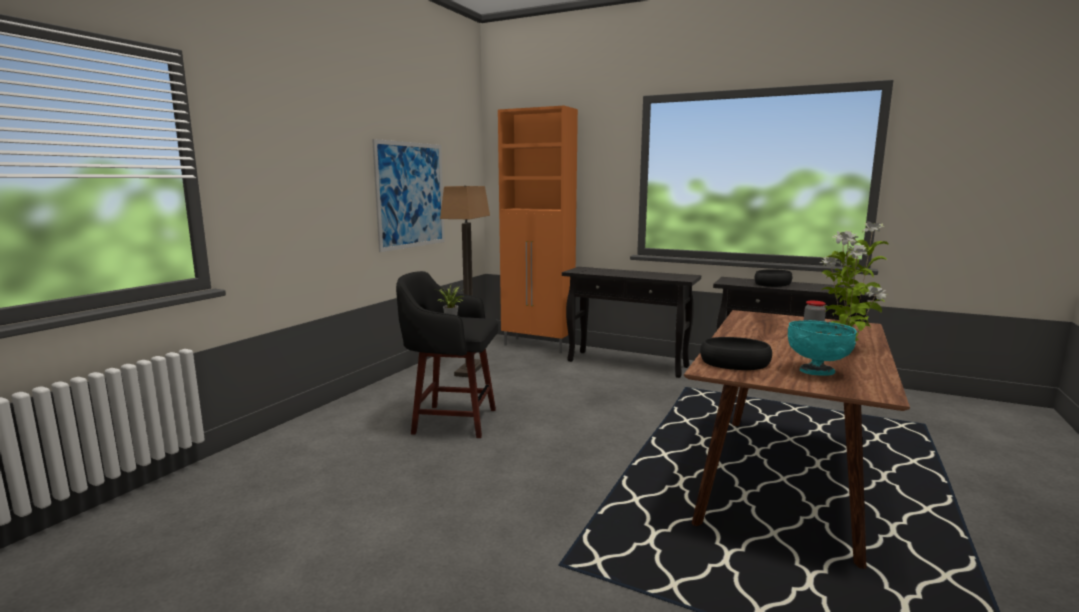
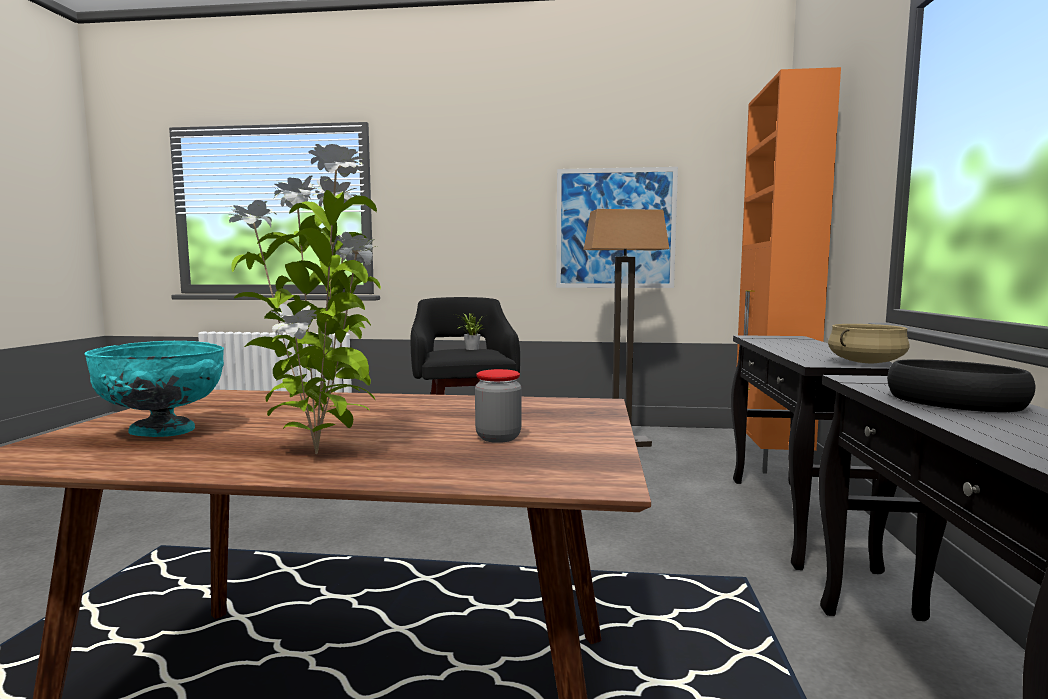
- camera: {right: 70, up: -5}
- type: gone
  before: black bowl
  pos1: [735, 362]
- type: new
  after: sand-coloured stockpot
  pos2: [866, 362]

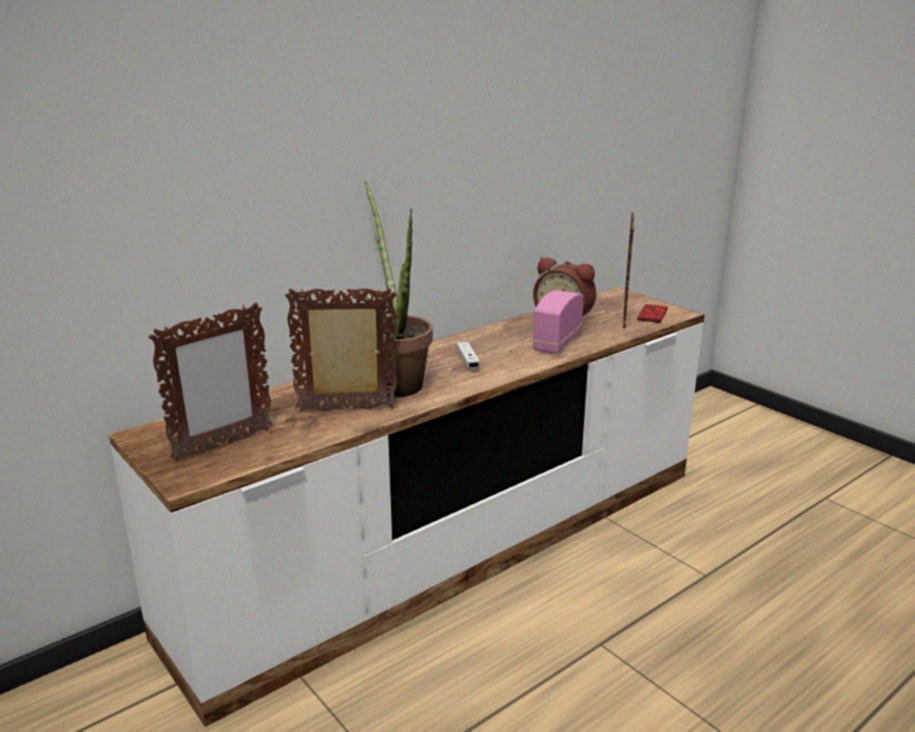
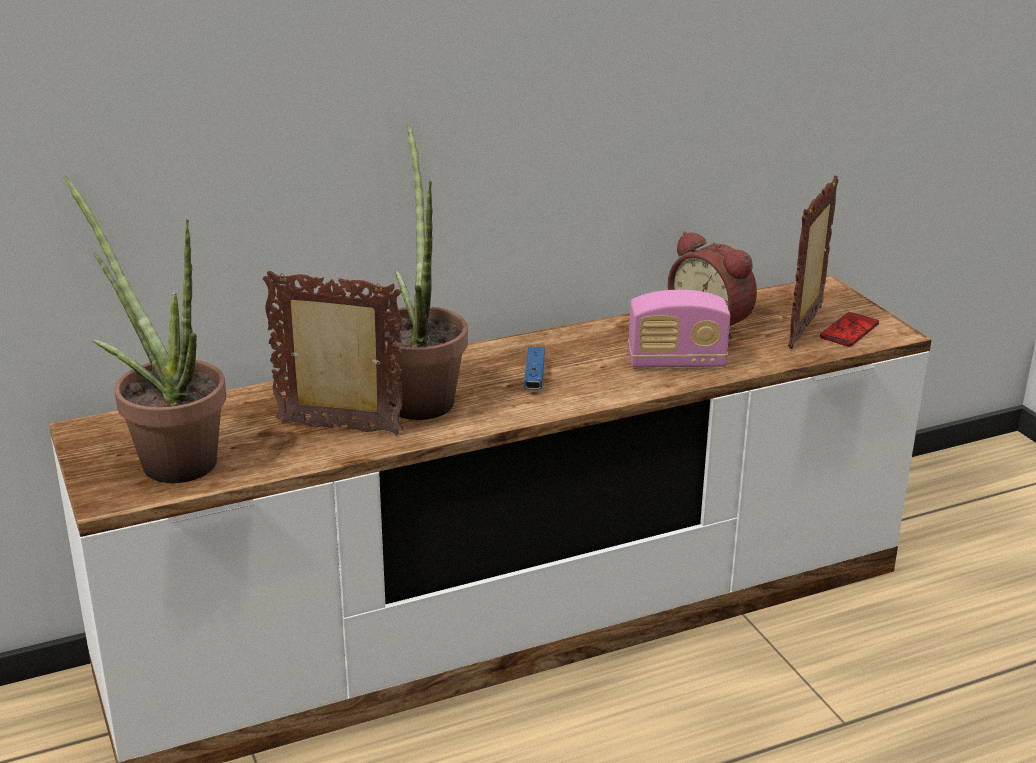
- camera: {right: 15, up: 5}
- type: swapped
  before: photo frame
  after: potted plant
  pos1: [223, 445]
  pos2: [169, 458]
- type: repainted
  before: white joypad
  after: bluish joypad
  pos1: [467, 361]
  pos2: [534, 376]
- type: rotated
  before: radio receiver
  pos1: [557, 343]
  pos2: [676, 362]
  turn: -135

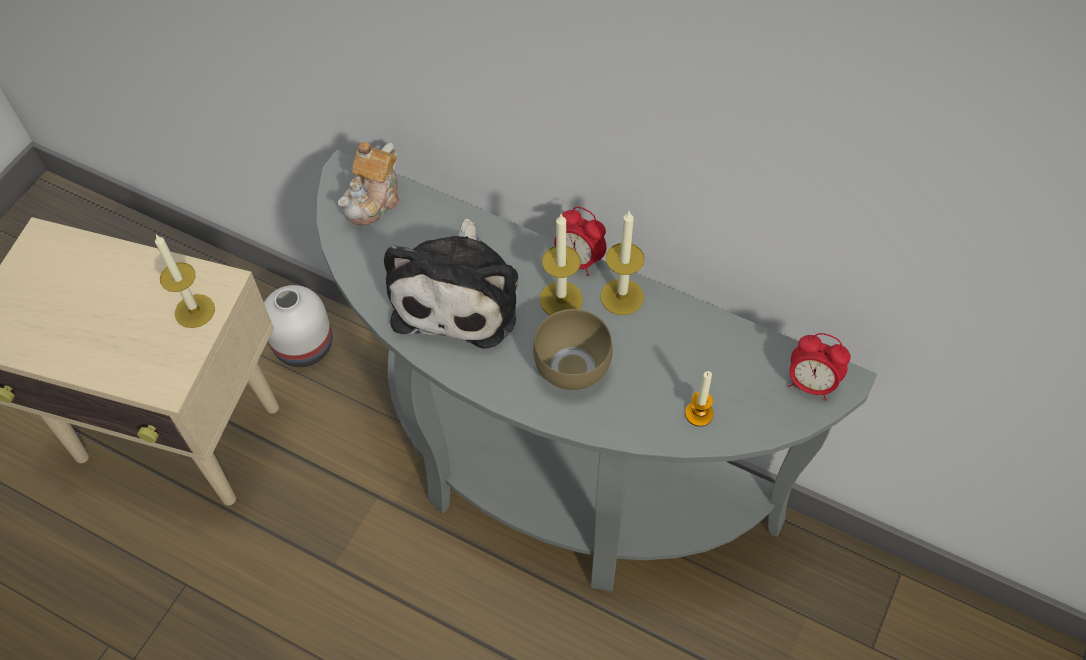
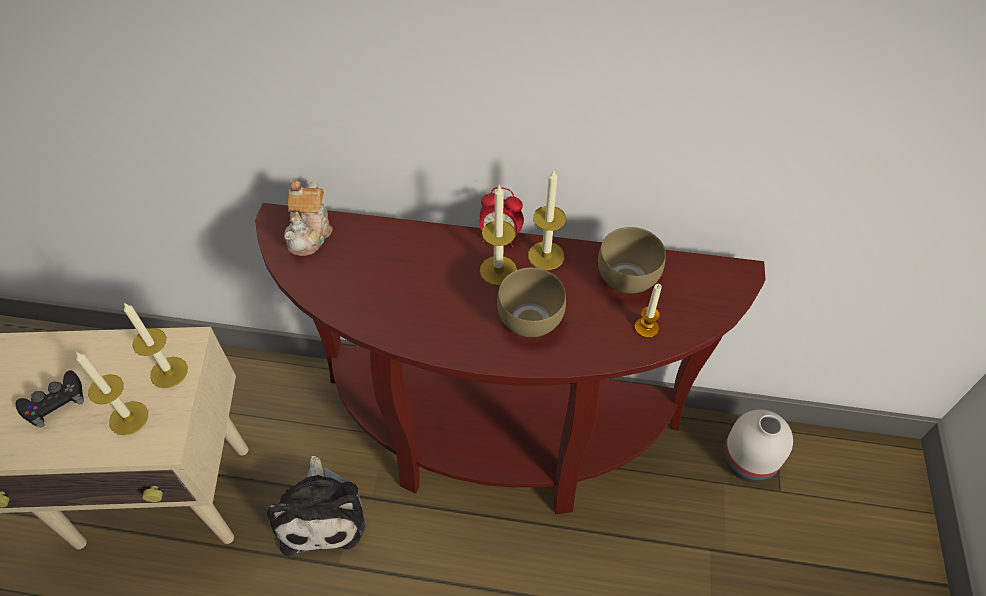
- camera: {right: -20, up: -5}
- type: gone
  before: table clock
  pos1: [811, 384]
- type: new
  after: black joypad
  pos2: [55, 402]
- type: new
  after: candle
  pos2: [129, 418]
- type: new
  after: brown-coloured bowl
  pos2: [626, 281]
- type: shifted
  before: white flower vase
  pos1: [305, 347]
  pos2: [749, 461]
- type: shifted
  before: cuddly toy
  pos1: [459, 293]
  pos2: [322, 512]
- type: repainted
  before: grey hall table
  after: brown-coloured hall table
  pos1: [553, 480]
  pos2: [494, 439]

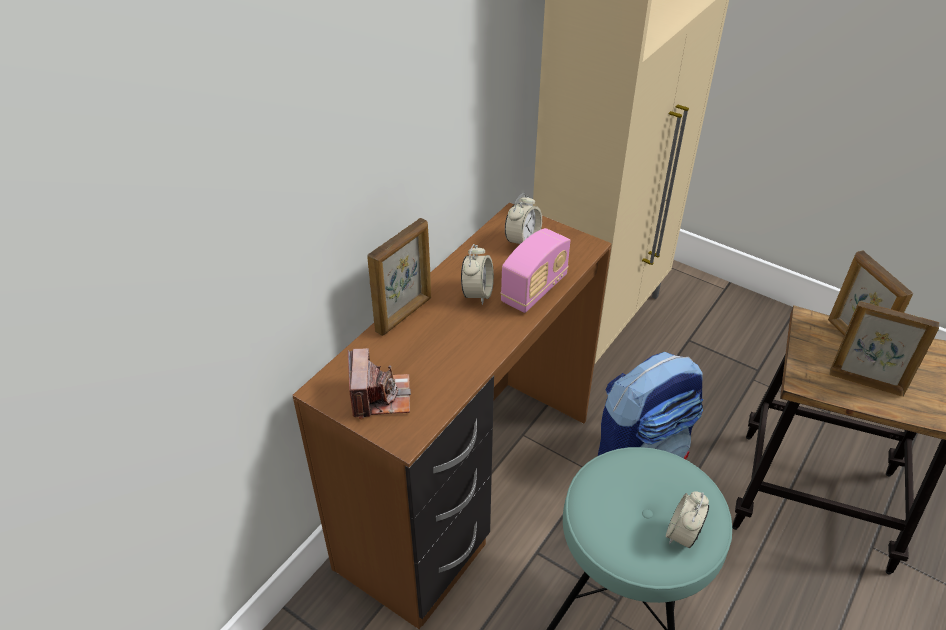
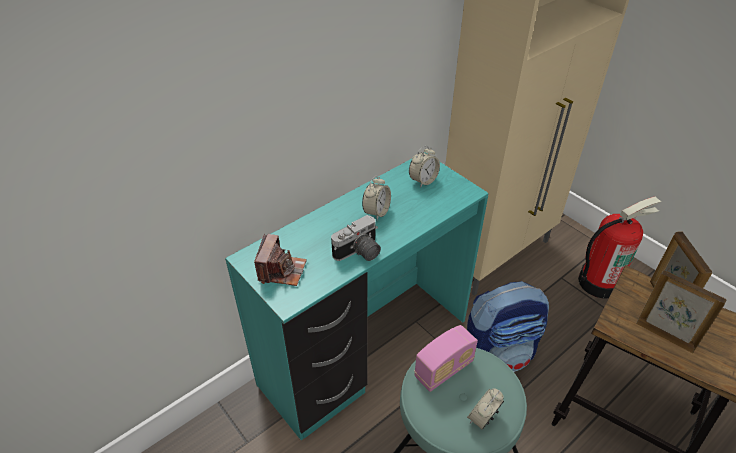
- camera: {right: 15, up: 0}
- type: gone
  before: photo frame
  pos1: [405, 314]
- type: new
  after: still camera
  pos2: [359, 253]
- type: new
  after: fire extinguisher
  pos2: [599, 282]
- type: shifted
  before: radio receiver
  pos1: [534, 290]
  pos2: [444, 369]
- type: repainted
  before: brown-coloured desk table
  after: blue-green desk table
  pos1: [471, 490]
  pos2: [367, 352]

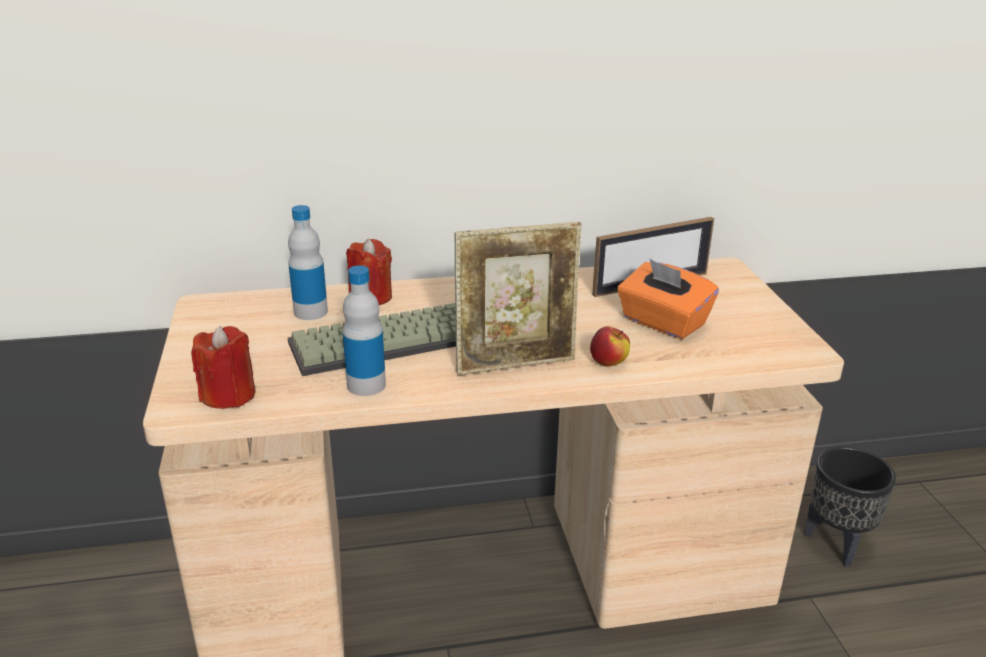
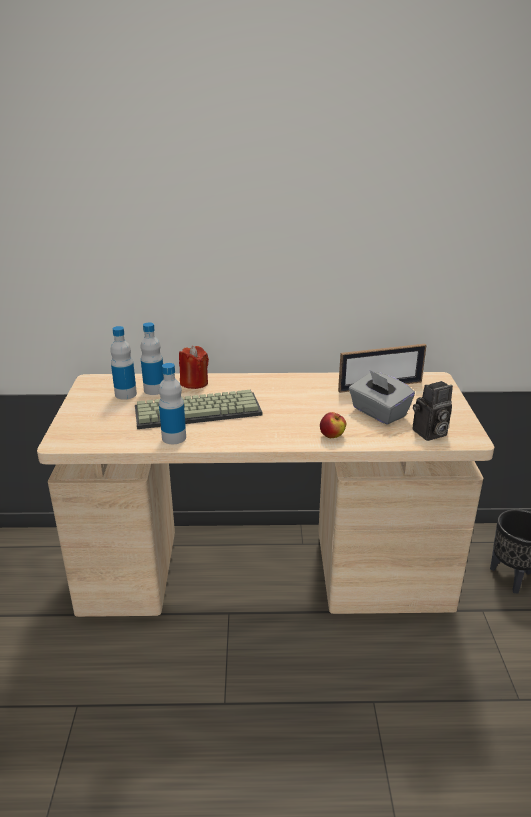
- camera: {right: 10, up: 0}
- type: gone
  before: reddish candle
  pos1: [228, 395]
- type: gone
  before: photo frame
  pos1: [516, 364]
- type: new
  after: beverage bottle
  pos2: [125, 394]
- type: new
  after: still camera
  pos2: [429, 434]
- type: repainted
  before: orange tissue box
  after: grey tissue box
  pos1: [662, 323]
  pos2: [378, 412]

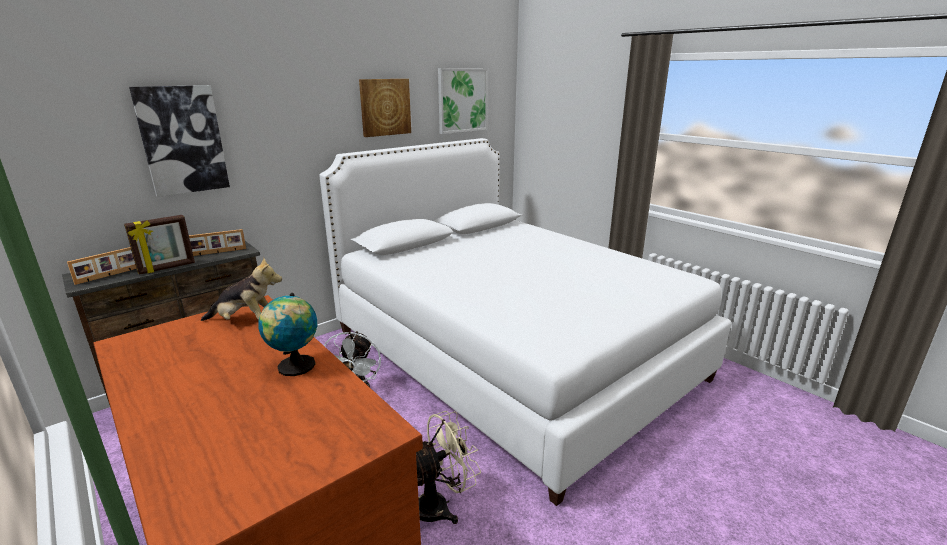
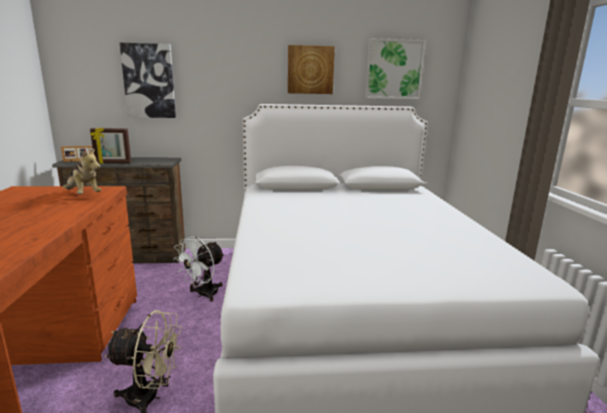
- camera: {right: 35, up: -5}
- type: gone
  before: photo frame
  pos1: [218, 252]
- type: gone
  before: world globe
  pos1: [295, 367]

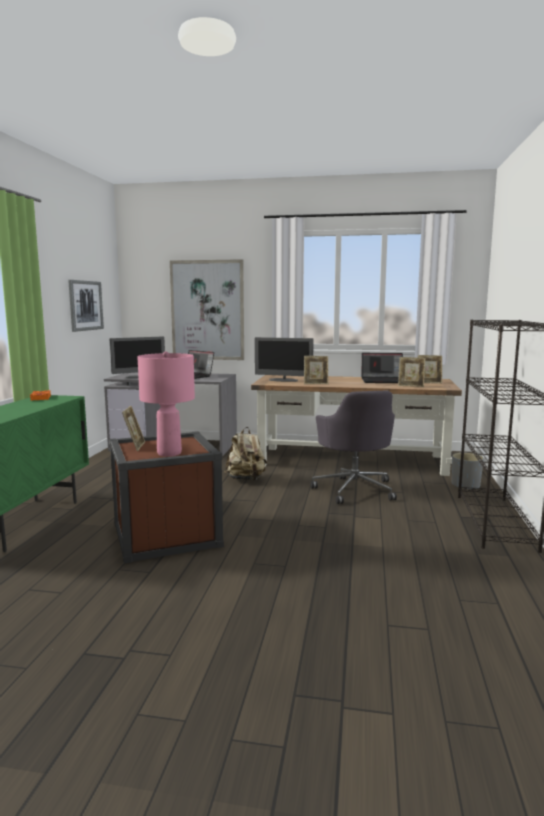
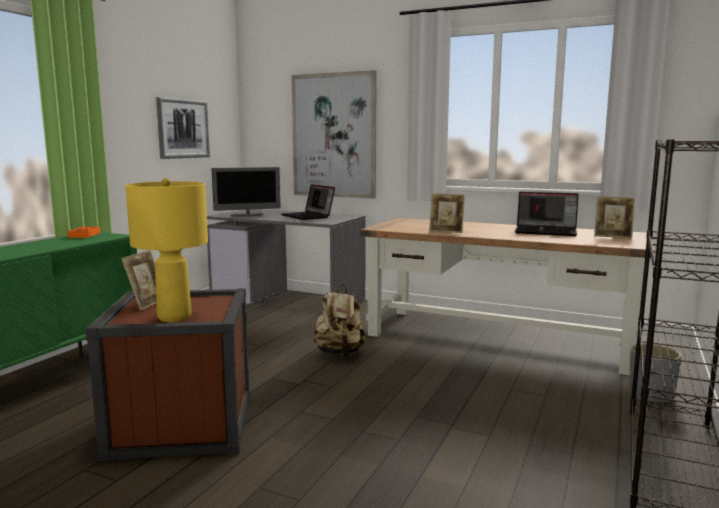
- camera: {right: 15, up: 0}
- type: gone
  before: computer display
  pos1: [283, 380]
- type: gone
  before: grey office chair
  pos1: [354, 489]
- type: gone
  before: photo frame
  pos1: [411, 385]
- type: repainted
  before: pink lamp for a table
  after: yellow lamp for a table
  pos1: [170, 453]
  pos2: [175, 317]

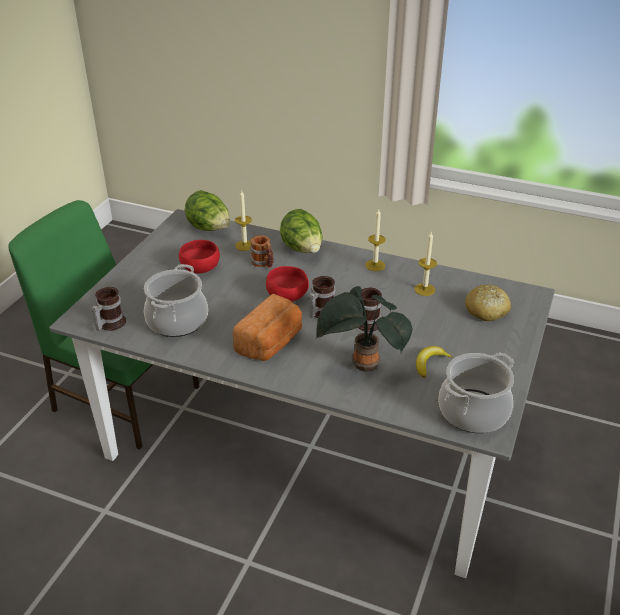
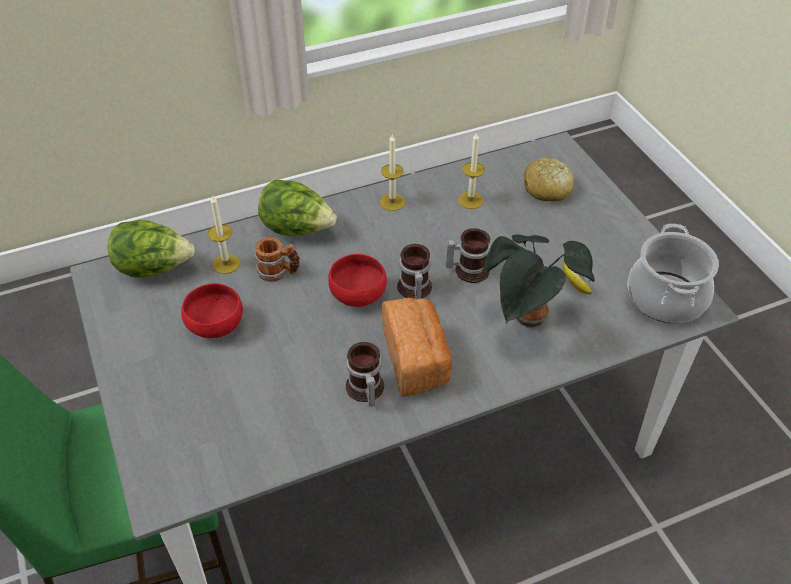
- camera: {right: -45, up: 10}
- type: gone
  before: stockpot
  pos1: [177, 320]
- type: shifted
  before: coffee mug
  pos1: [109, 323]
  pos2: [364, 390]

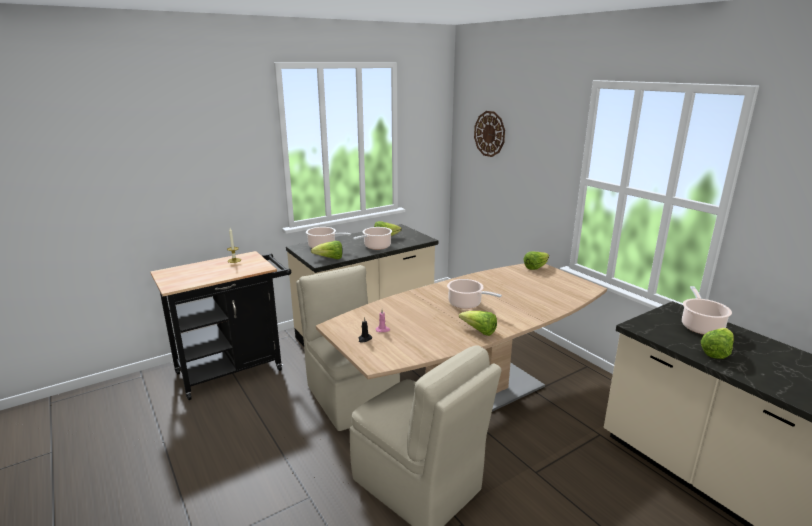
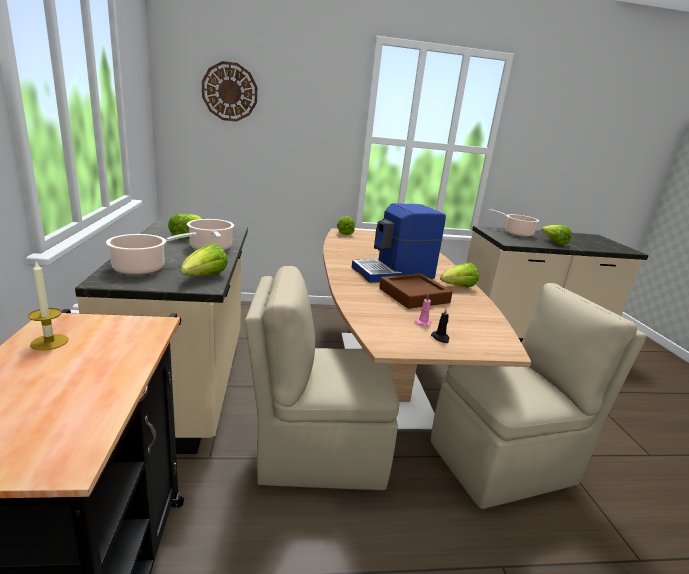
- camera: {right: -65, up: 0}
- type: new
  after: brown-coloured carrying tray
  pos2: [414, 295]
- type: swapped
  before: stockpot
  after: coffee brewer
  pos1: [466, 304]
  pos2: [394, 273]

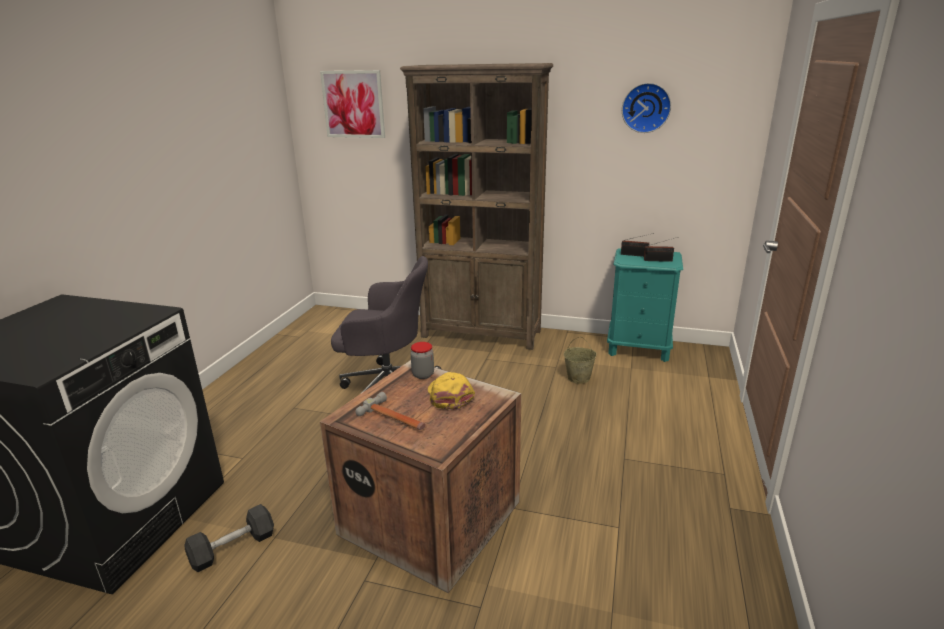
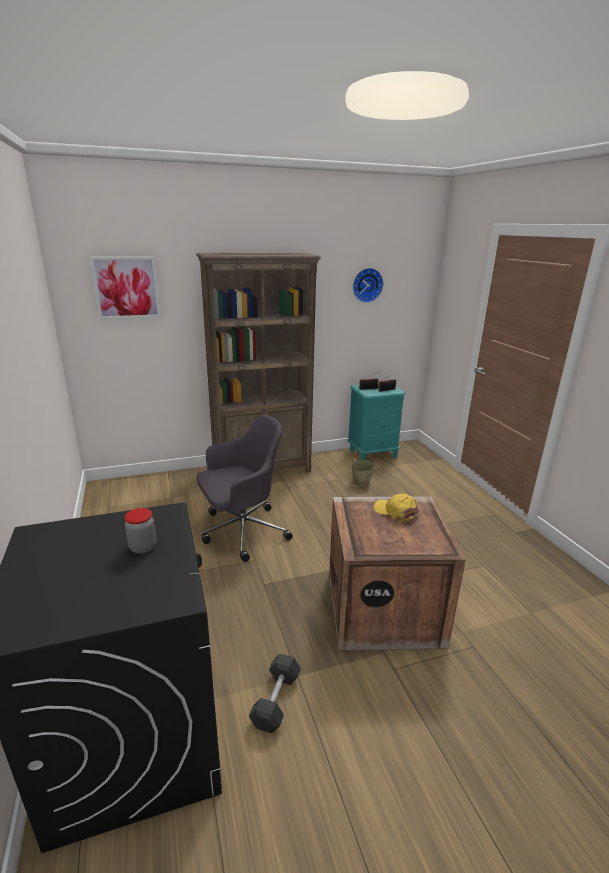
- camera: {right: -35, up: 0}
- type: gone
  before: hand hammer
  pos1: [394, 418]
- type: shifted
  before: storage jar
  pos1: [423, 375]
  pos2: [143, 547]

